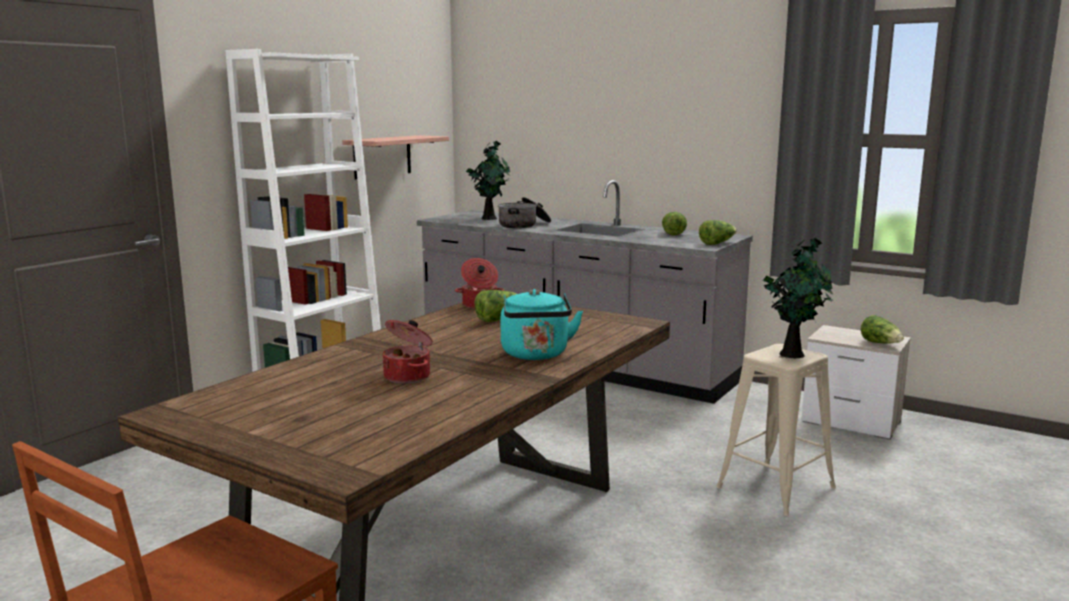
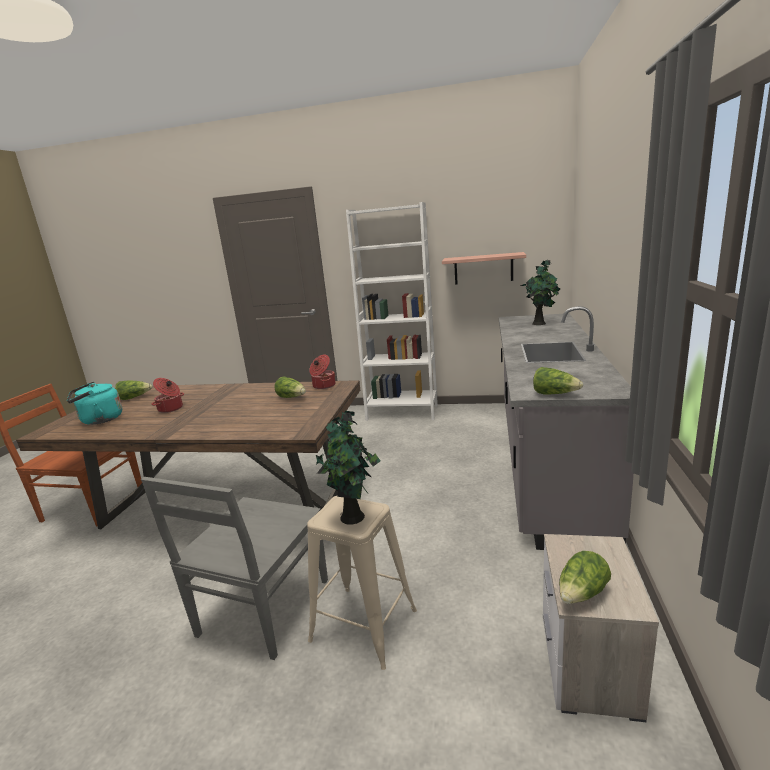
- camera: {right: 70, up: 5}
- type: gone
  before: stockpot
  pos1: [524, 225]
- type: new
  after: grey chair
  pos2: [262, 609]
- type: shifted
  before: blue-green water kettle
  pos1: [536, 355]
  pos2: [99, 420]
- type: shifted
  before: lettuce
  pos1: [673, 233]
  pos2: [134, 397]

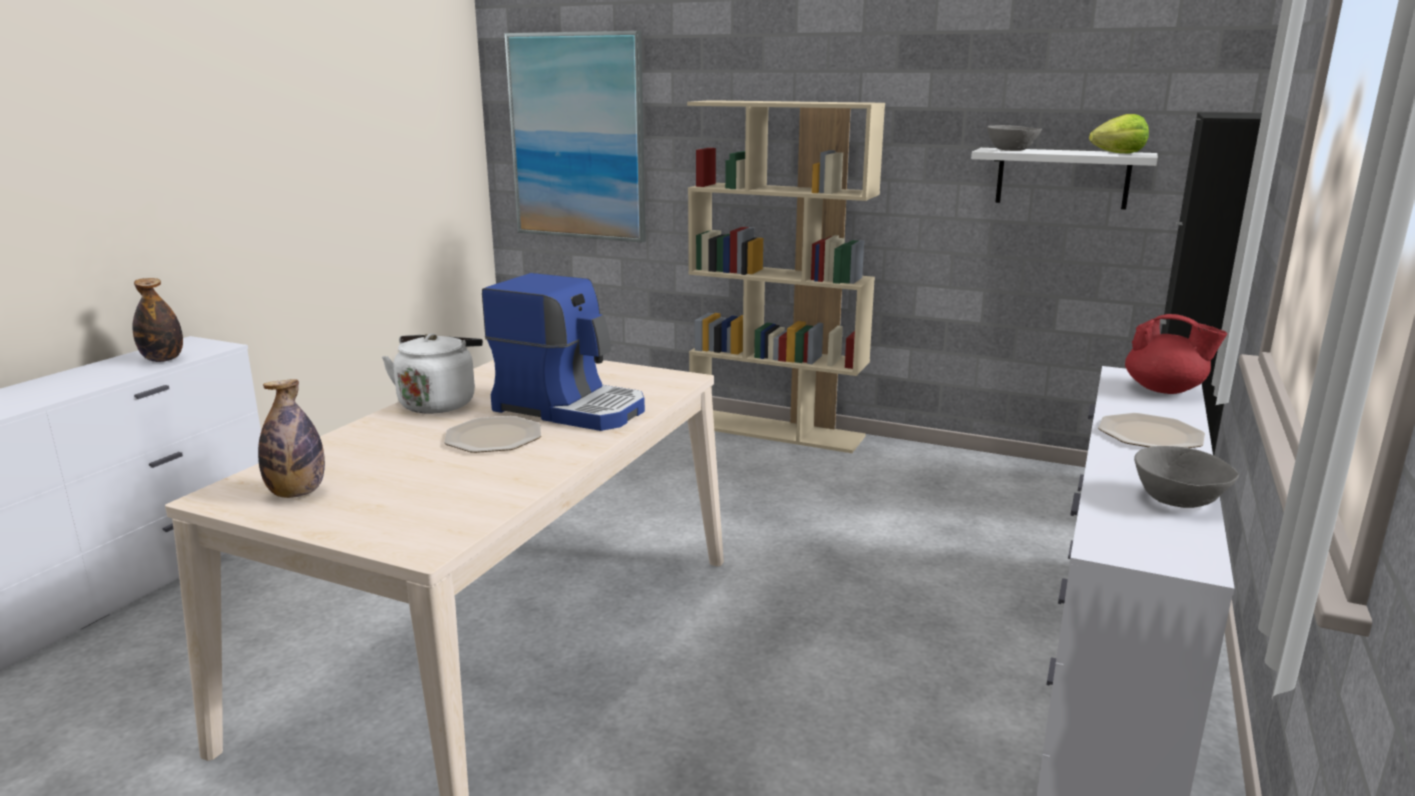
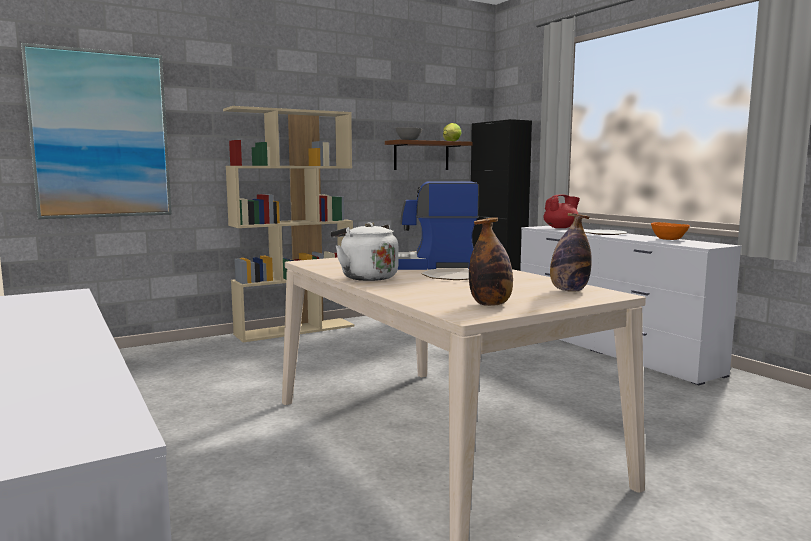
- camera: {right: -55, up: -10}
- type: shifted
  before: beverage bottle
  pos1: [163, 359]
  pos2: [569, 290]
- type: repainted
  before: white shelf
  after: brown-coloured shelf
  pos1: [1062, 178]
  pos2: [421, 156]
- type: repainted
  before: grey bowl
  after: orange bowl
  pos1: [1177, 500]
  pos2: [669, 239]
- type: rotated
  before: coffee brewer
  pos1: [571, 408]
  pos2: [430, 265]
  turn: -150

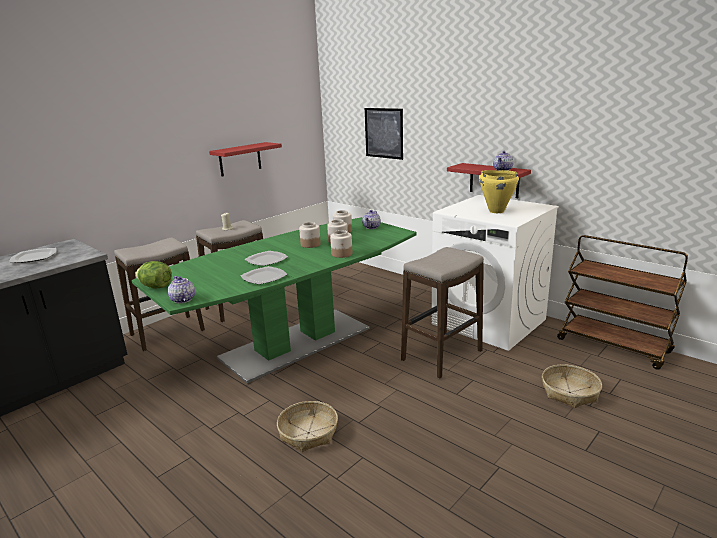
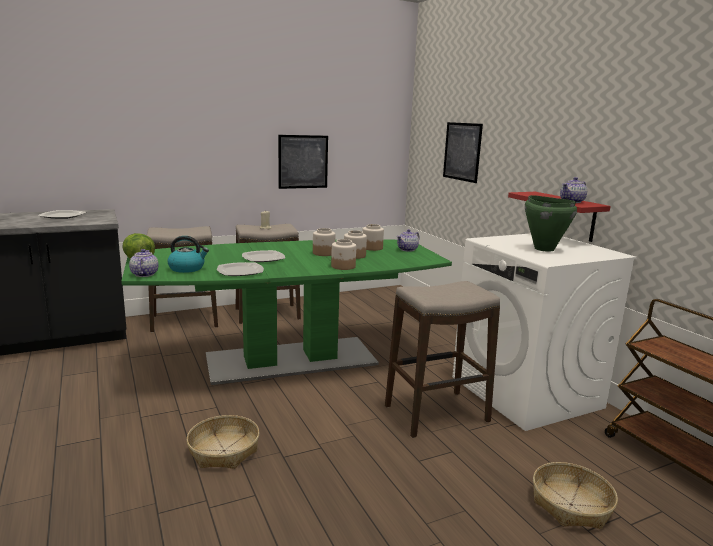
- camera: {right: 20, up: -5}
- type: new
  after: water kettle
  pos2: [187, 268]
- type: swapped
  before: reddish shelf
  after: picture
  pos1: [240, 159]
  pos2: [303, 161]
- type: repainted
  before: yellow stockpot
  after: greenish stockpot
  pos1: [496, 211]
  pos2: [544, 249]

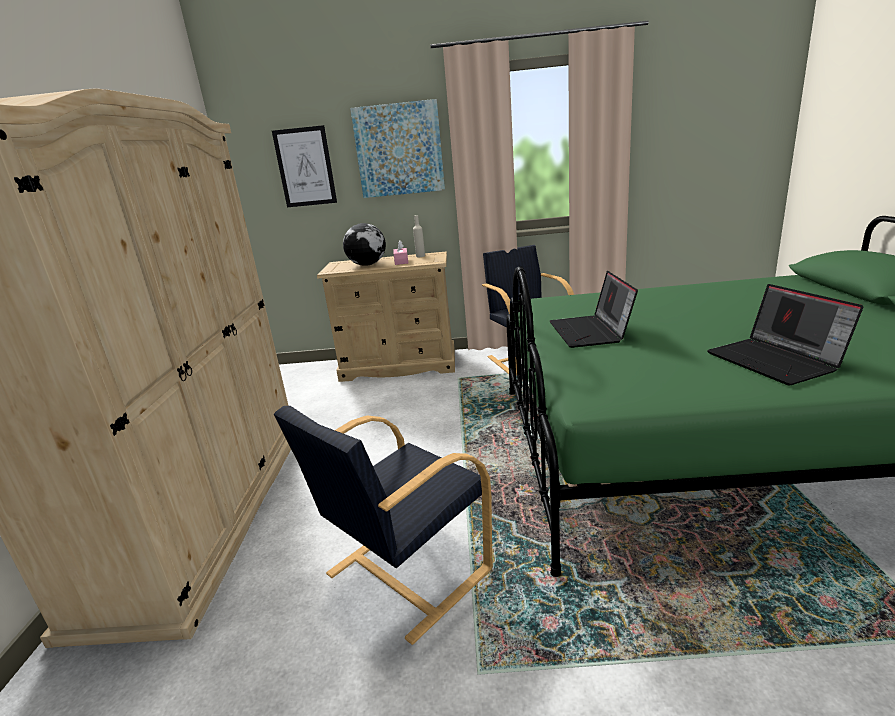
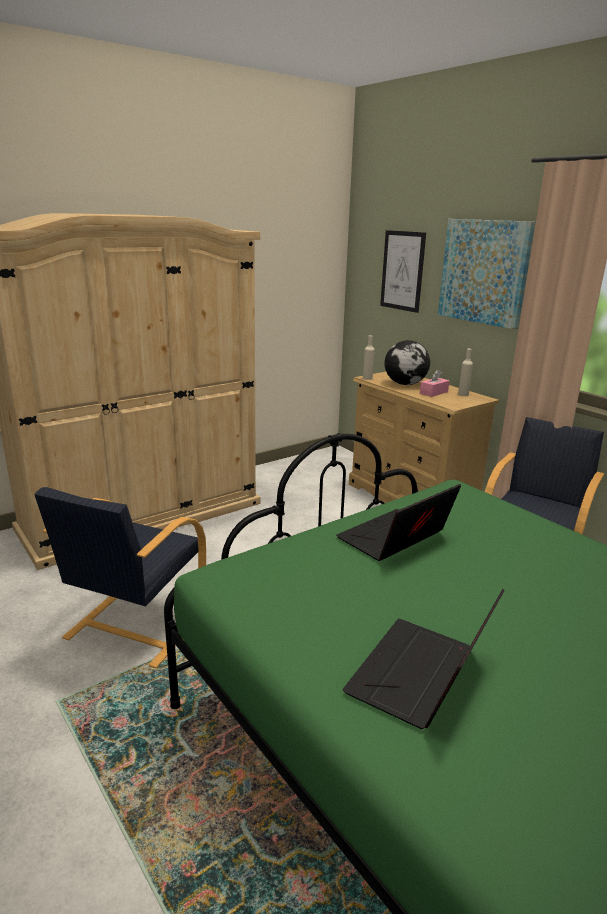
- camera: {right: 50, up: 0}
- type: new
  after: sand-coloured beverage bottle
  pos2: [367, 378]
- type: rotated
  before: black armchair
  pos1: [405, 573]
  pos2: [134, 626]
  turn: -75

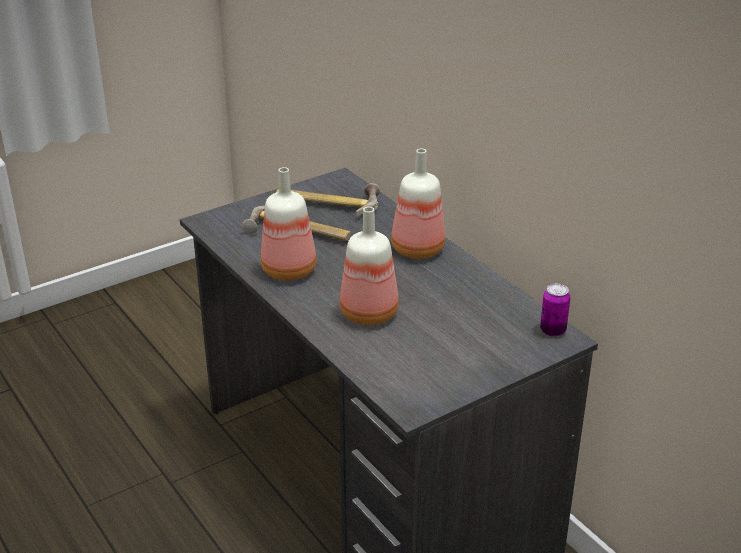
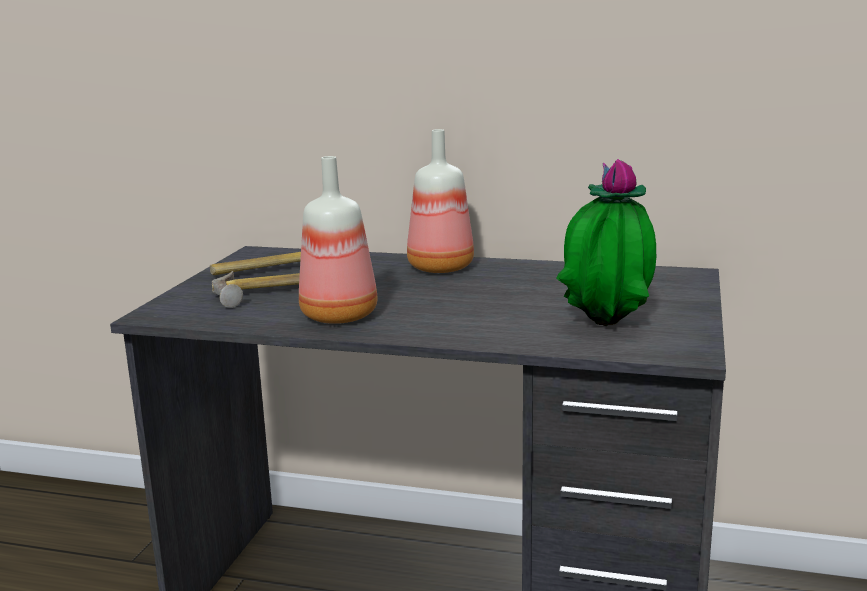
- camera: {right: -40, up: -15}
- type: gone
  before: beverage bottle
  pos1: [368, 312]
- type: gone
  before: sealed can
  pos1: [553, 330]
- type: new
  after: potted plant
  pos2: [605, 329]

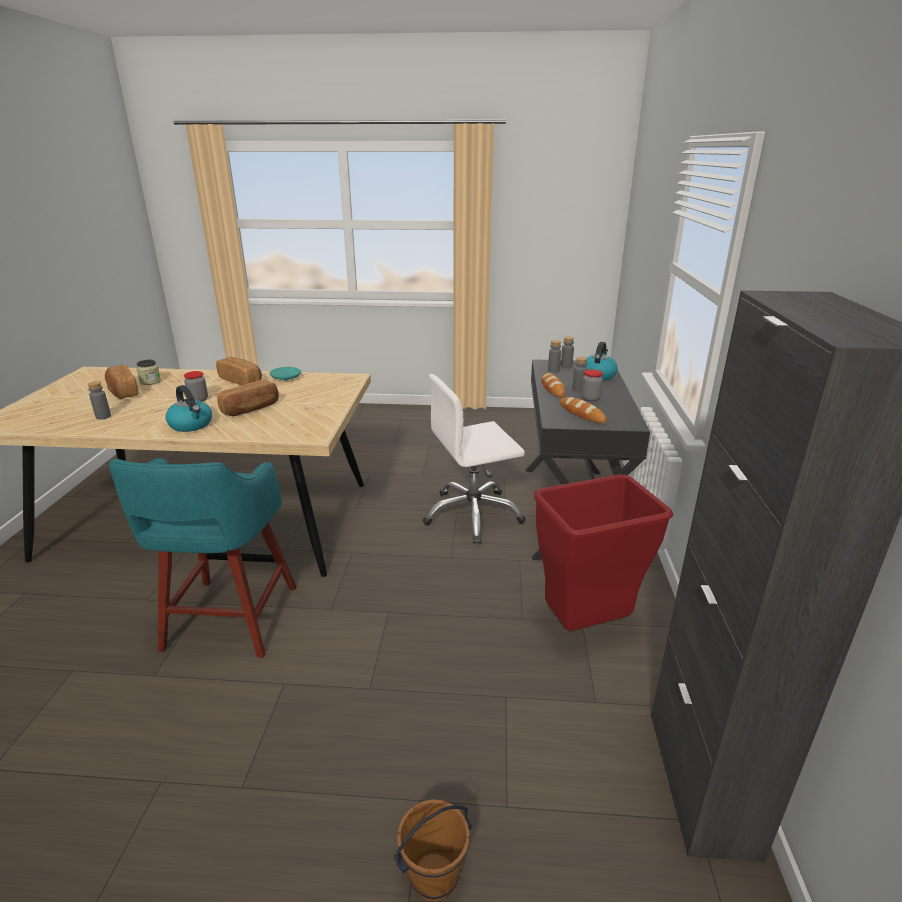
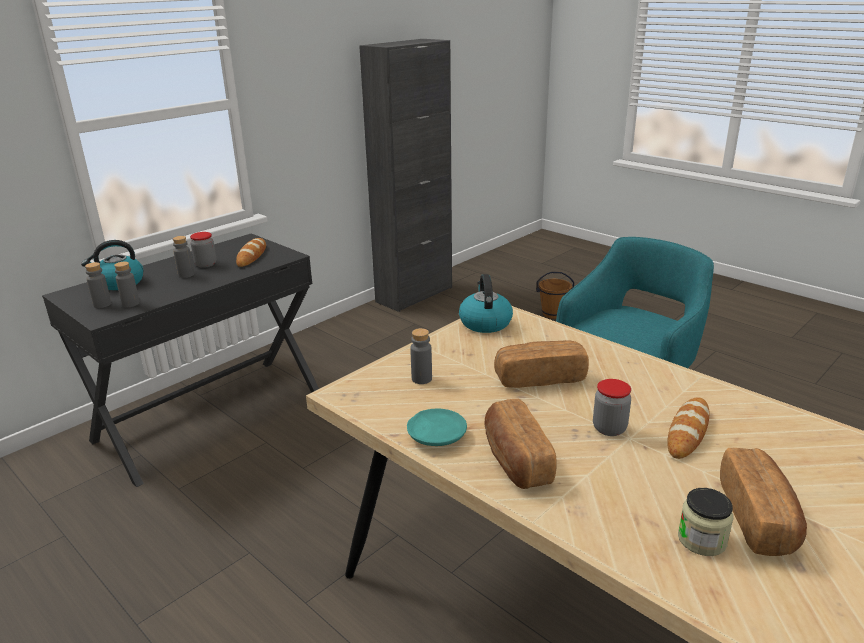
- camera: {right: -140, up: 0}
- type: gone
  before: white office chair
  pos1: [473, 515]
- type: gone
  before: reddish waste bin
  pos1: [585, 625]
- type: shifted
  before: grey beverage bottle
  pos1: [103, 416]
  pos2: [421, 379]
- type: shifted
  before: water kettle
  pos1: [191, 425]
  pos2: [485, 322]
- type: shifted
  before: bread
  pos1: [552, 388]
  pos2: [688, 431]

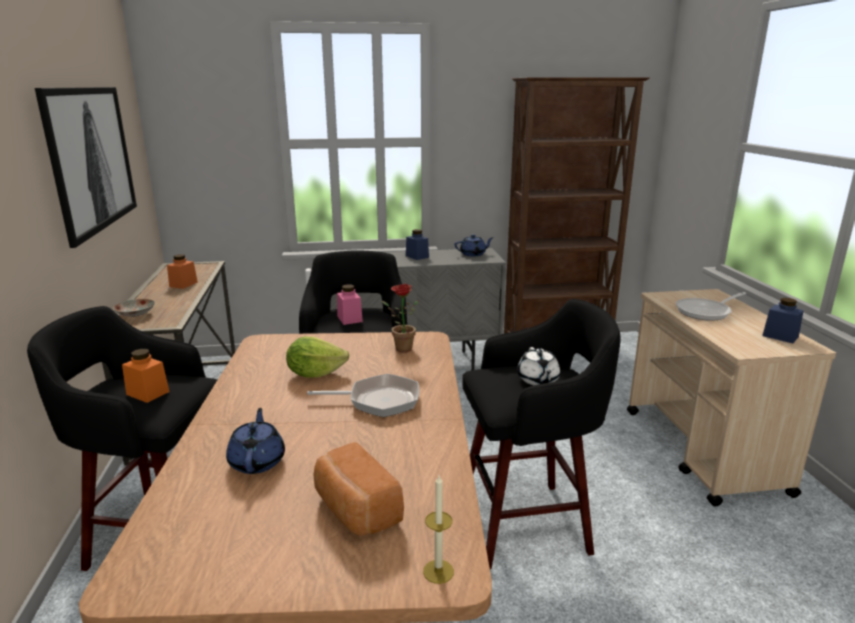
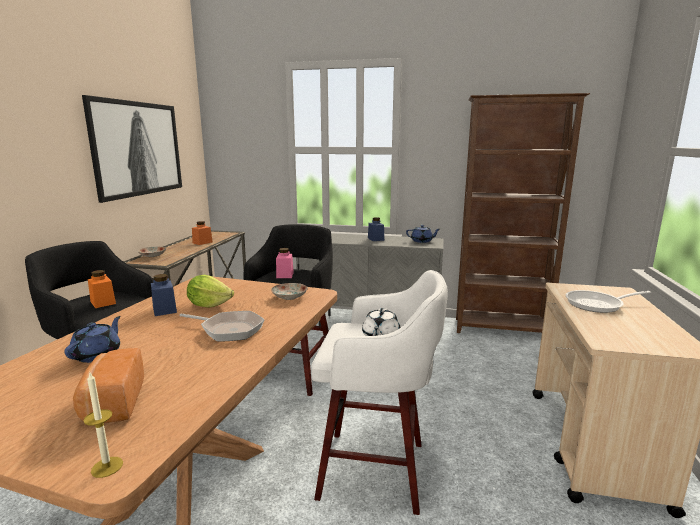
- camera: {right: 20, up: -5}
- type: shifted
  before: bluish storage jar
  pos1: [780, 336]
  pos2: [164, 310]
- type: swapped
  before: potted plant
  after: flat dish
  pos1: [400, 348]
  pos2: [289, 297]
- type: repainted
  before: black stool seat
  after: white stool seat
  pos1: [527, 523]
  pos2: [377, 470]

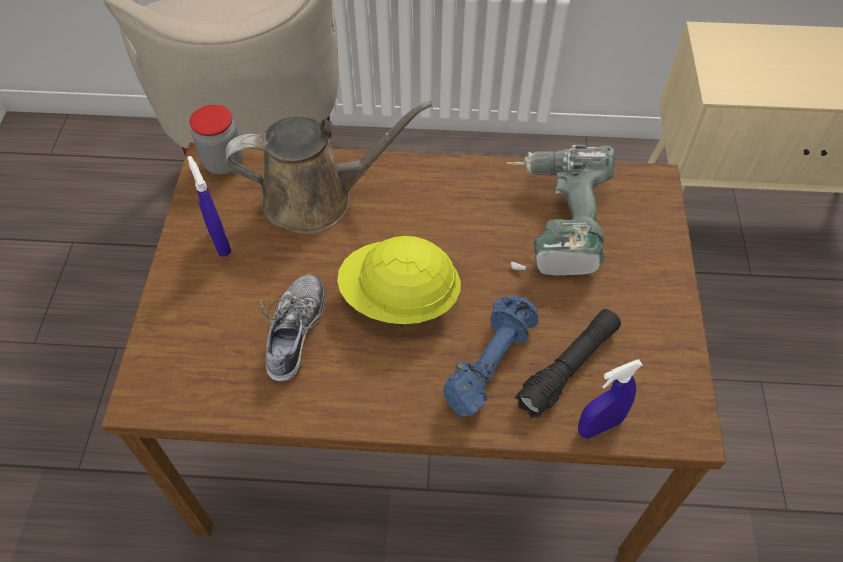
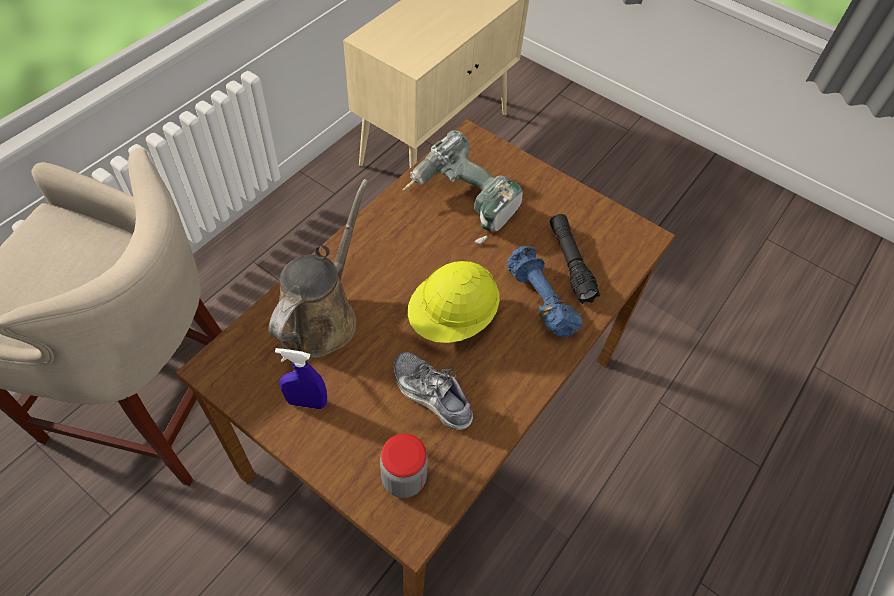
- camera: {right: -60, up: 0}
- type: gone
  before: bluish spray bottle
  pos1: [599, 426]
- type: shifted
  before: storage jar
  pos1: [223, 163]
  pos2: [404, 479]

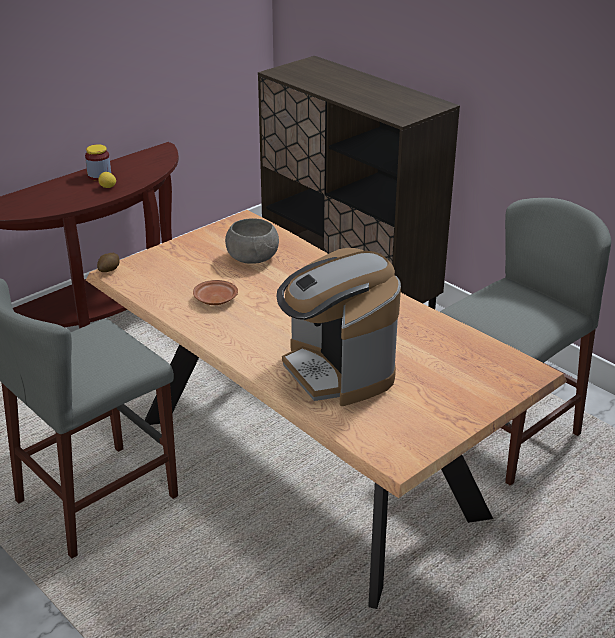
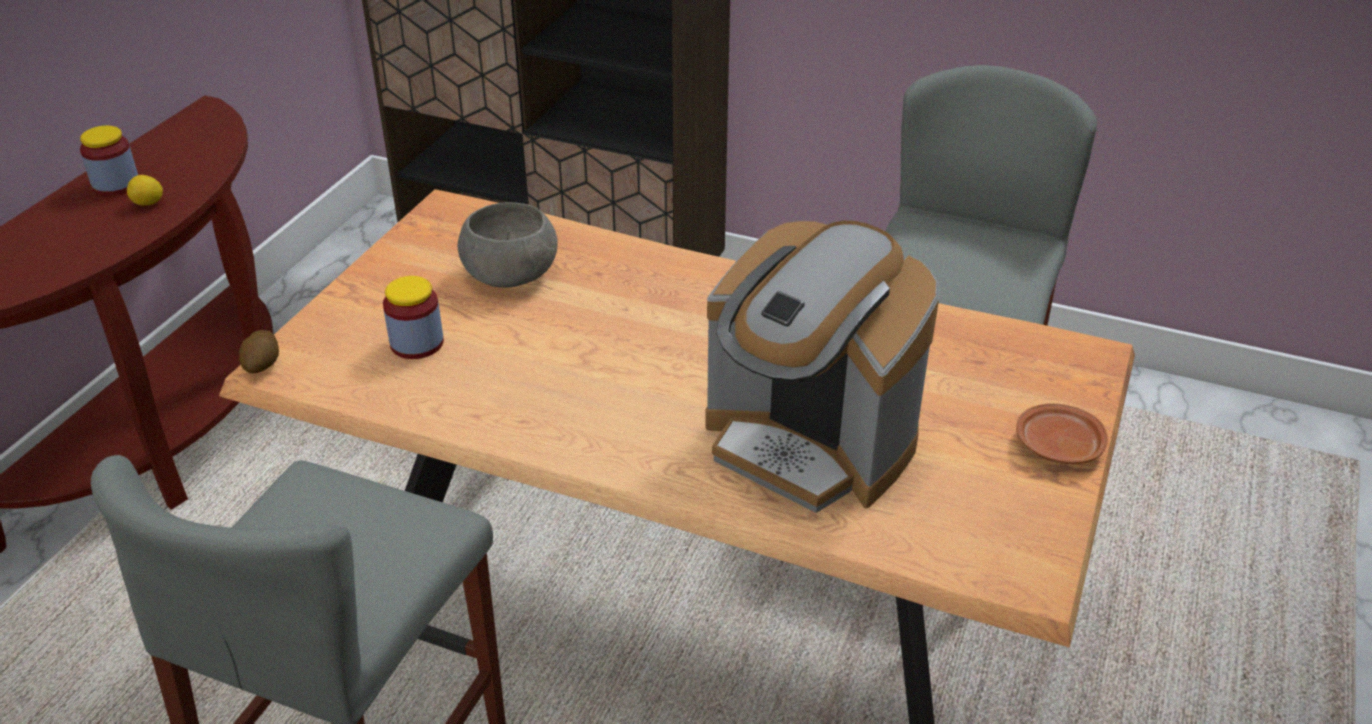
- camera: {right: -25, up: 5}
- type: new
  after: storage jar
  pos2: [417, 343]
- type: shifted
  before: brown-coloured flat dish
  pos1: [215, 299]
  pos2: [1057, 447]

